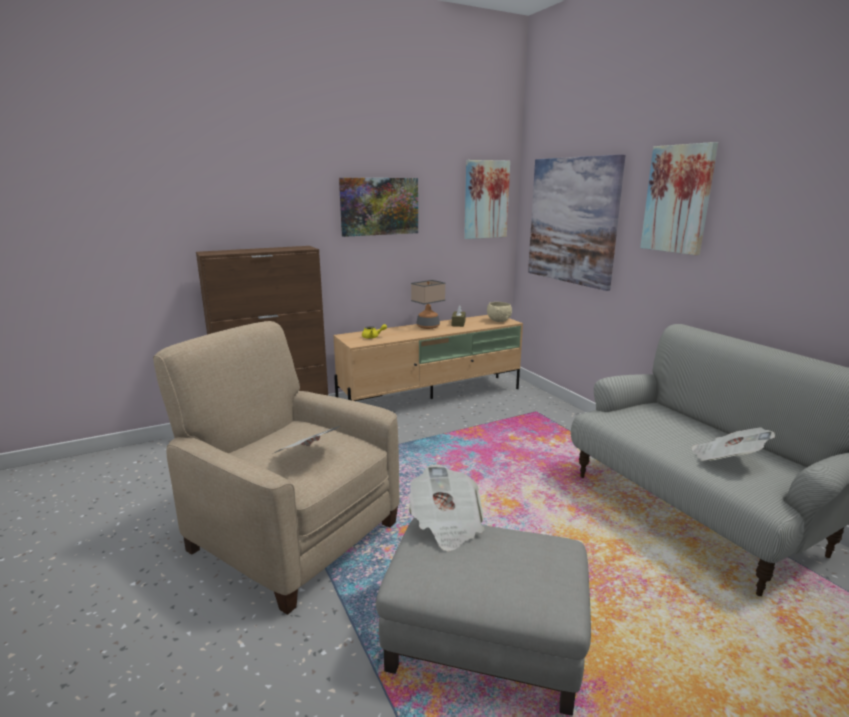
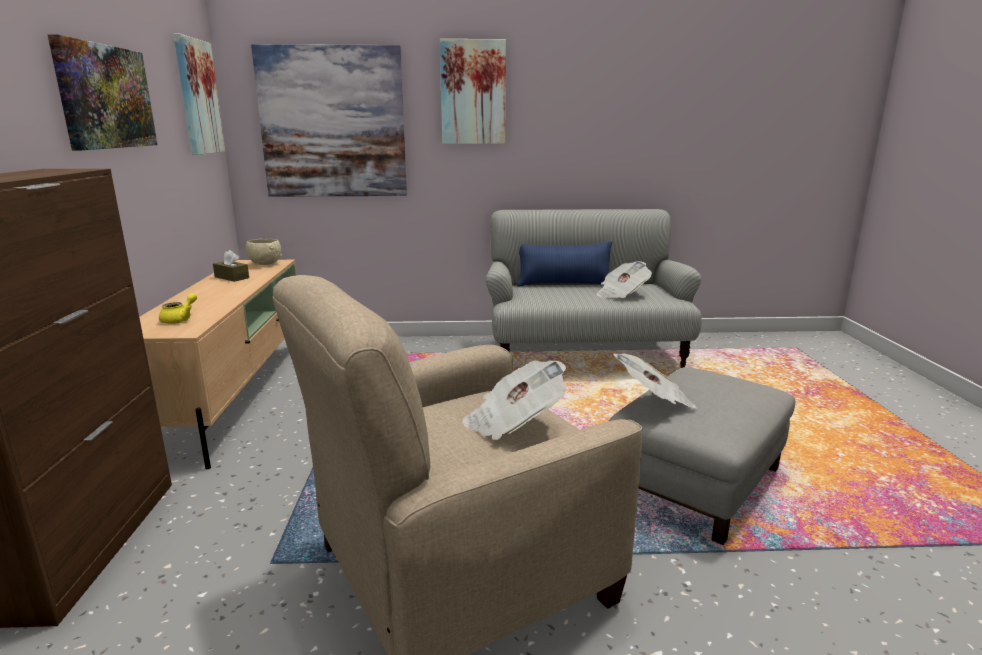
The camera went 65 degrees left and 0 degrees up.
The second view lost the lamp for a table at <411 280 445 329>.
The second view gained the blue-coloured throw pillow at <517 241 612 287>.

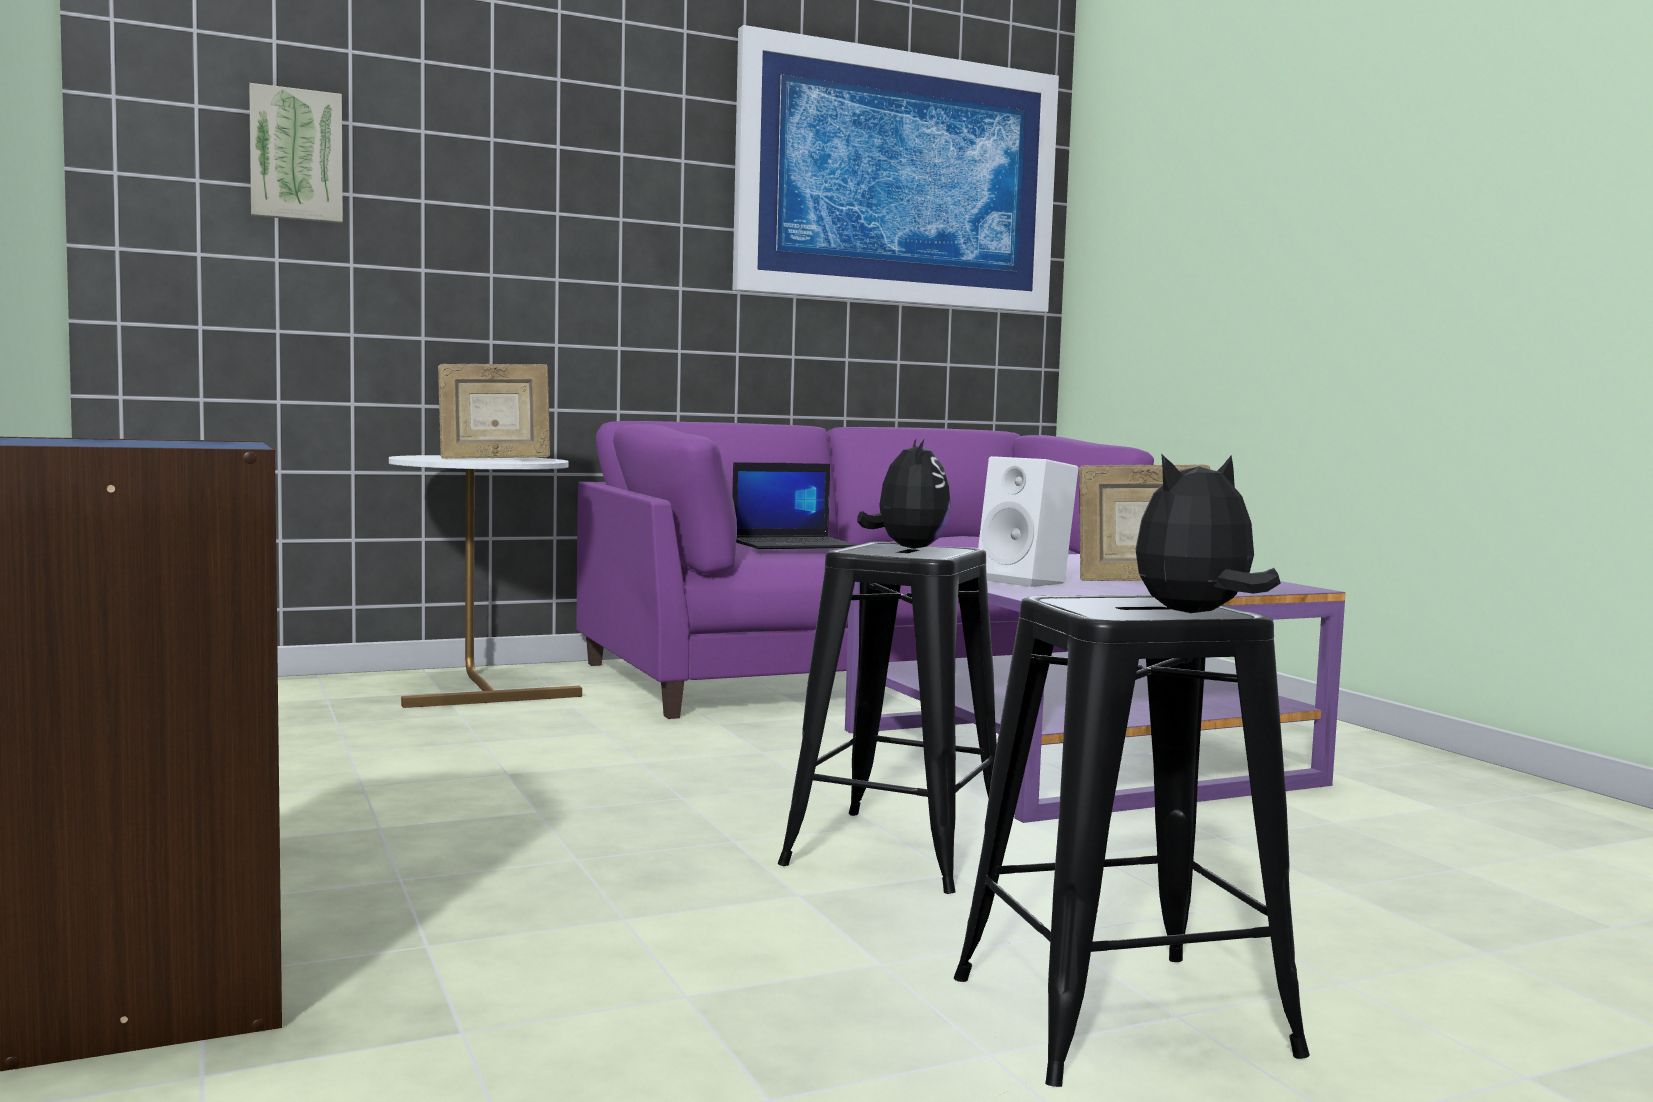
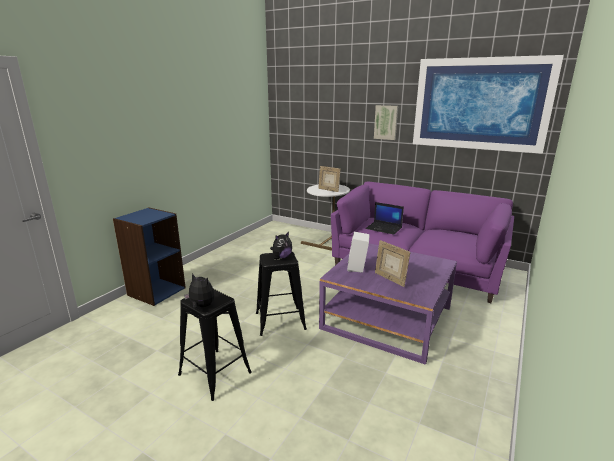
The camera went 55 degrees right and 15 degrees up.
The wall picture ended up elsewhere, having gone from <249 83 343 223> to <374 105 398 140>.

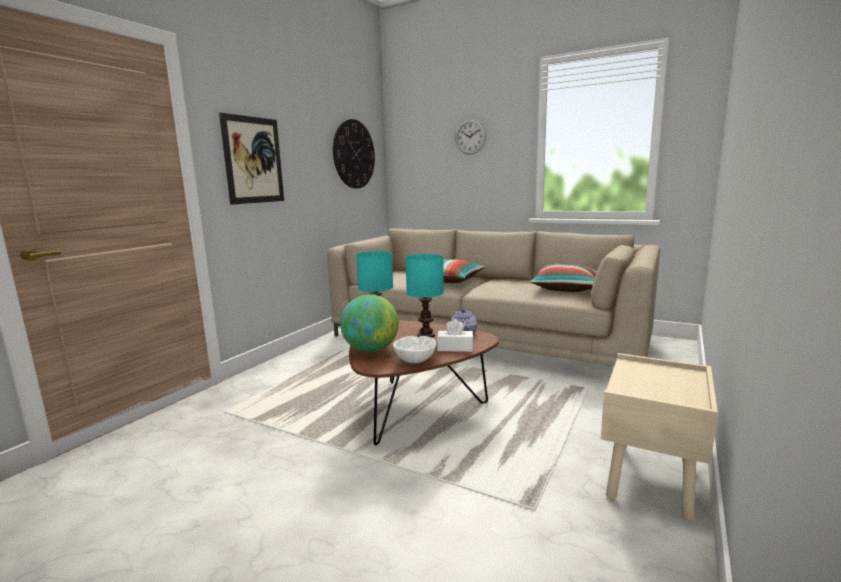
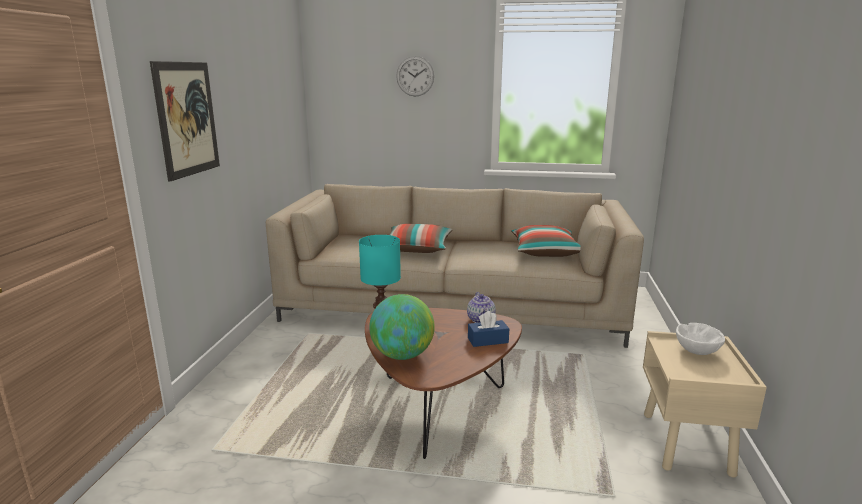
The camera went 20 degrees left and 5 degrees up.
The second view lost the hanging clock at <333 119 375 189>.
The second view lost the turquoise lamp for a table at <405 254 444 338>.
The white-coloured bowl ended up elsewhere, having gone from <393 336 437 363> to <676 323 725 355>.
What was the white-coloured box of tissues at <437 319 473 352> turned into the blue-coloured box of tissues at <468 311 509 347>.

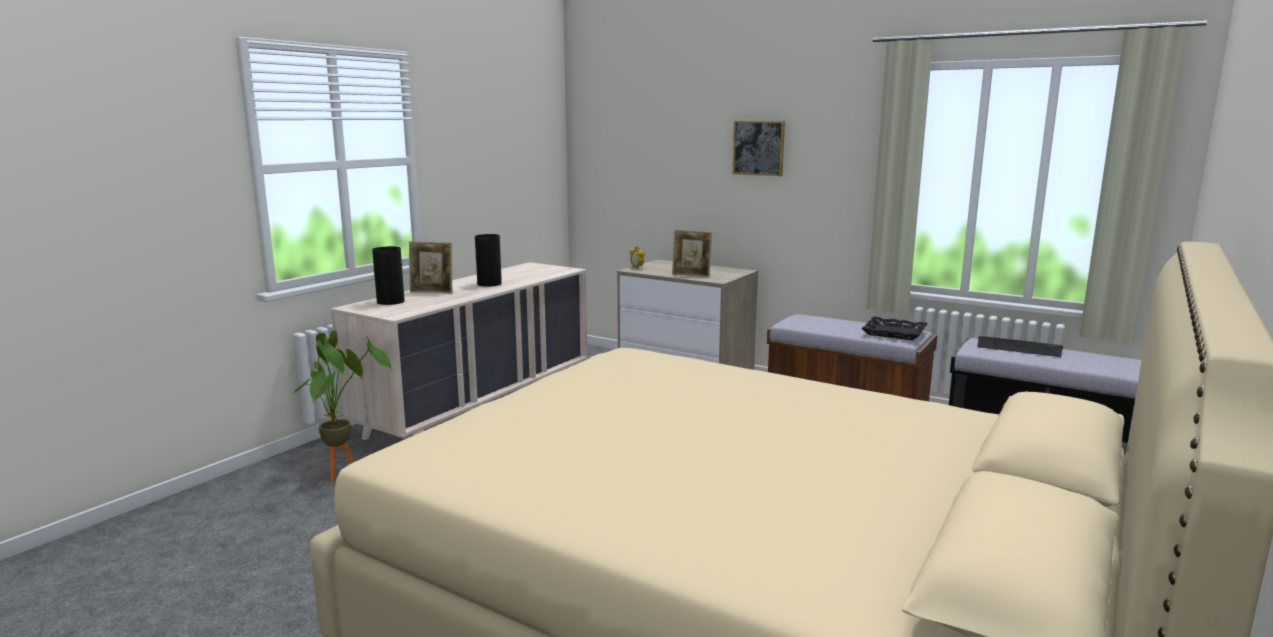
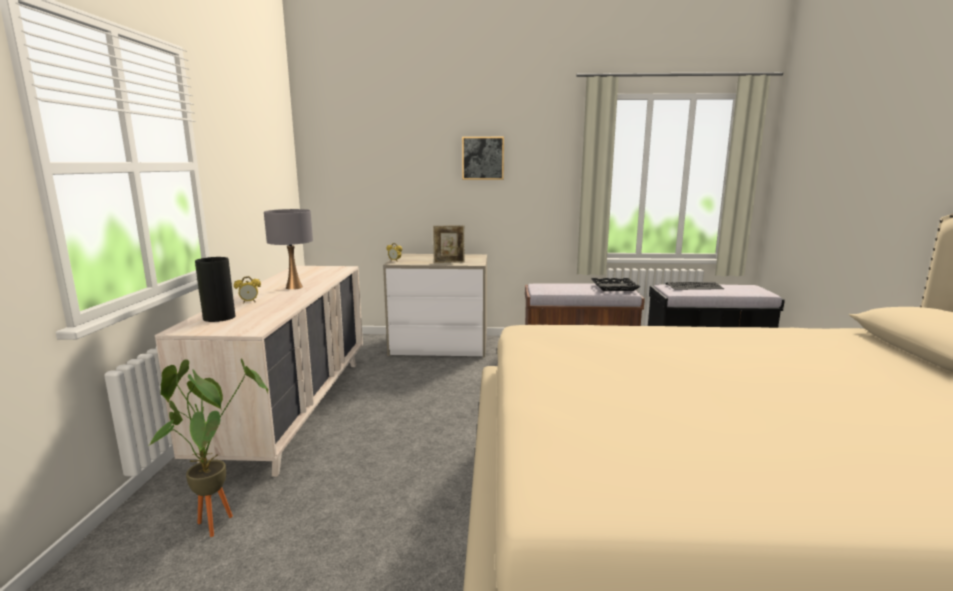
The camera went 30 degrees left and 0 degrees up.
Where the photo frame stood at <409 241 452 293>, the bedside clock came to stand at <234 276 261 304>.
Where the vase stood at <475 234 502 287>, the gray lamp for a table came to stand at <264 209 313 290>.

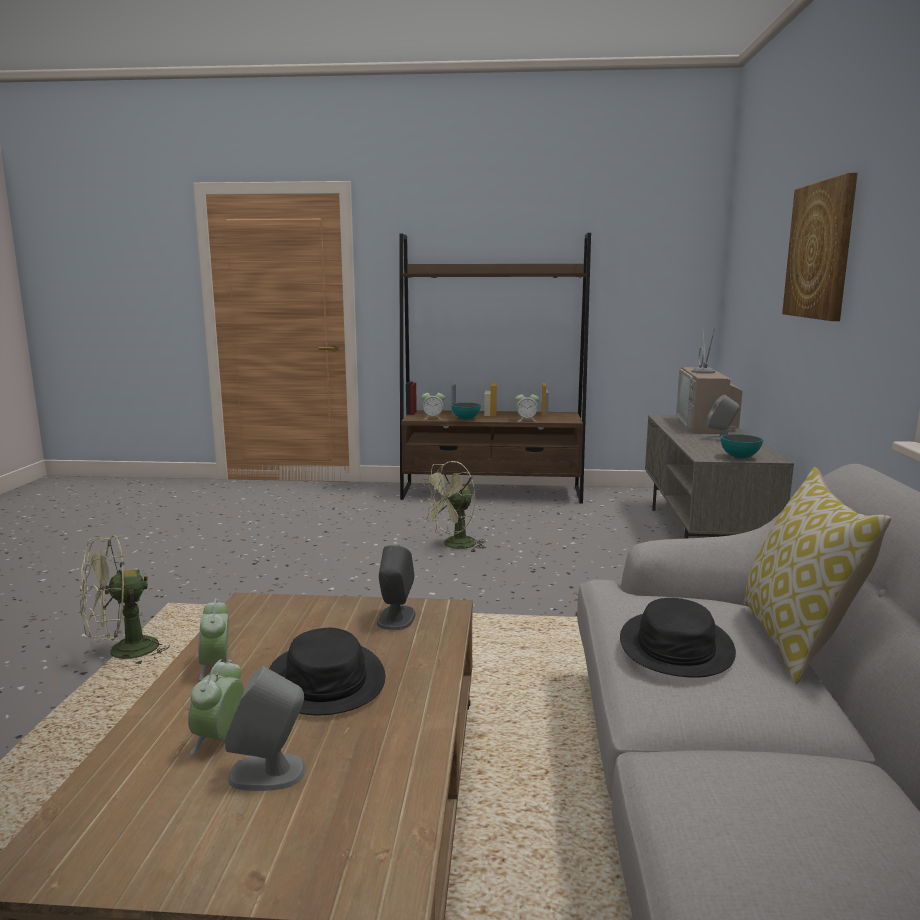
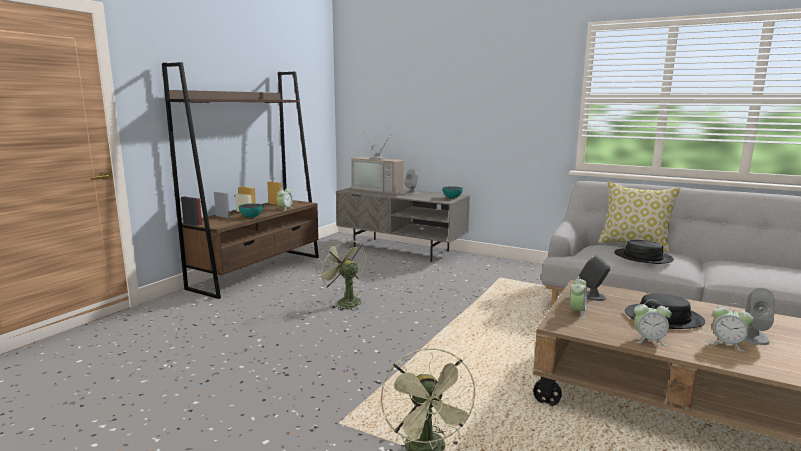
The camera went 65 degrees left and 0 degrees up.
The second view lost the wall picture at <782 173 858 321>.
The bedside clock ended up elsewhere, having gone from <421 393 445 419> to <570 276 587 319>.
The green electric fan at <420 461 486 553> ended up facing another way, 150 degrees clockwise from before.

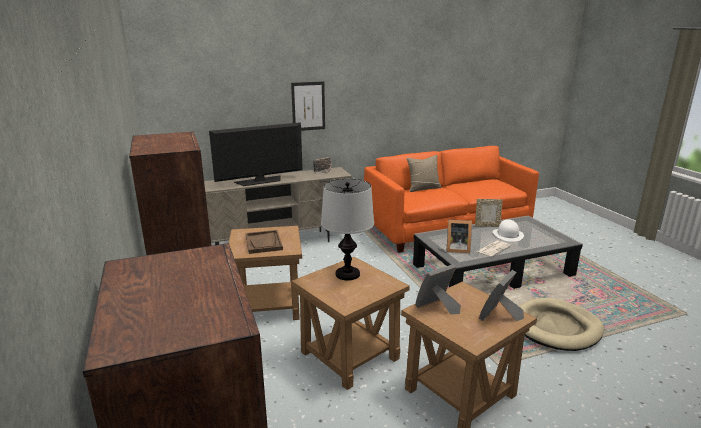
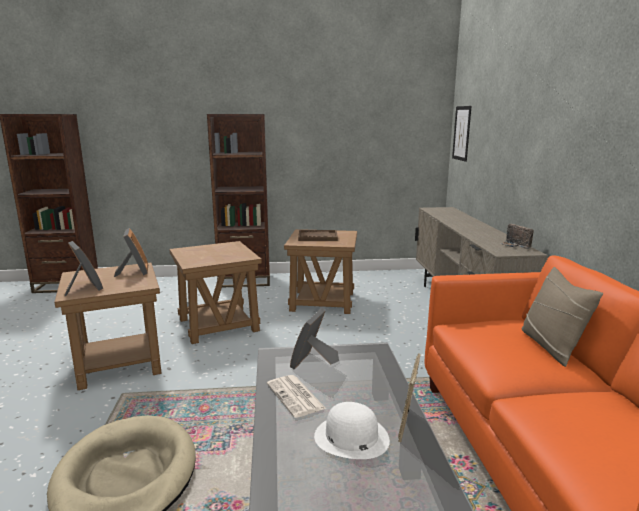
The camera went 105 degrees right and 5 degrees down.
The second view lost the TV set at <209 122 303 186>.
The second view lost the lamp for a table at <321 179 374 281>.
The wall picture ended up elsewhere, having gone from <291 81 325 131> to <452 106 472 162>.

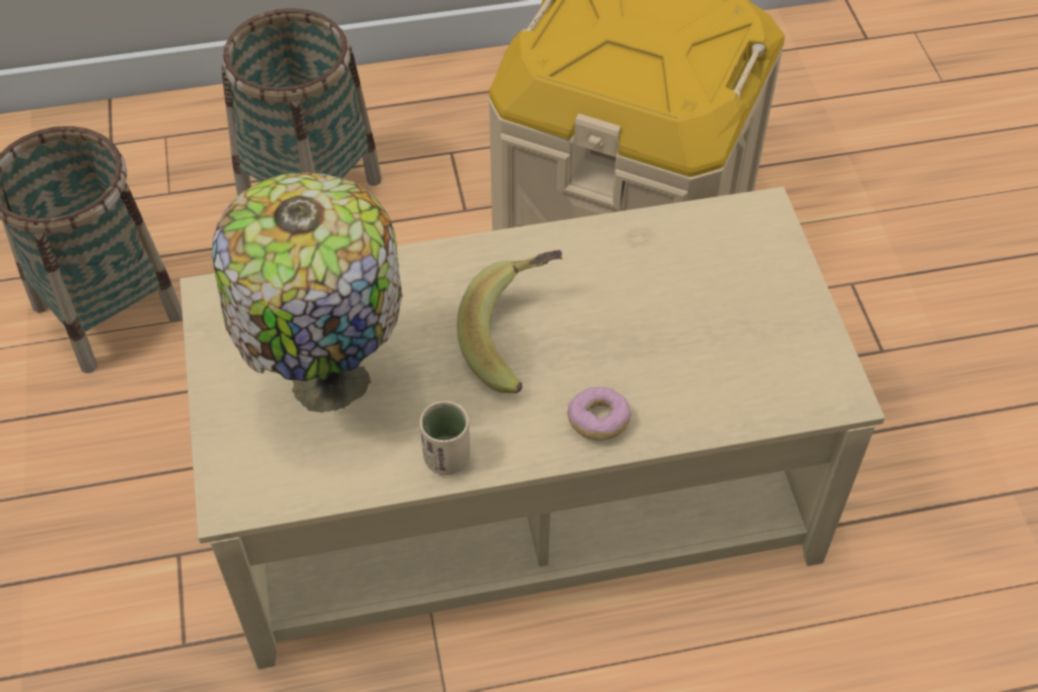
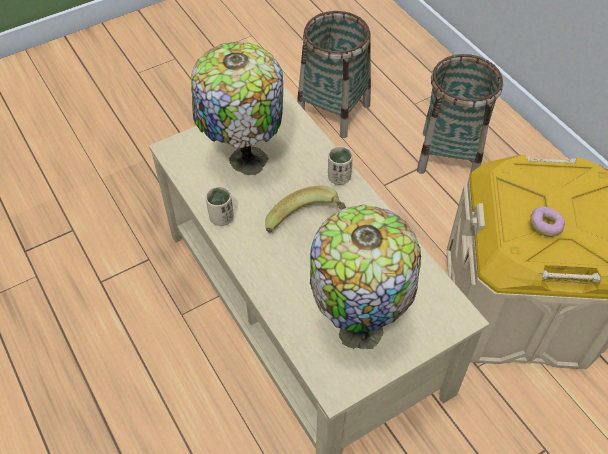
The camera went 70 degrees right and 0 degrees up.
The second view gained the lamp for a table at <310 205 421 349>.
The second view gained the sand-coloured cup at <328 146 353 185>.
The ring doughnut ended up elsewhere, having gone from <567 387 631 440> to <530 206 565 237>.

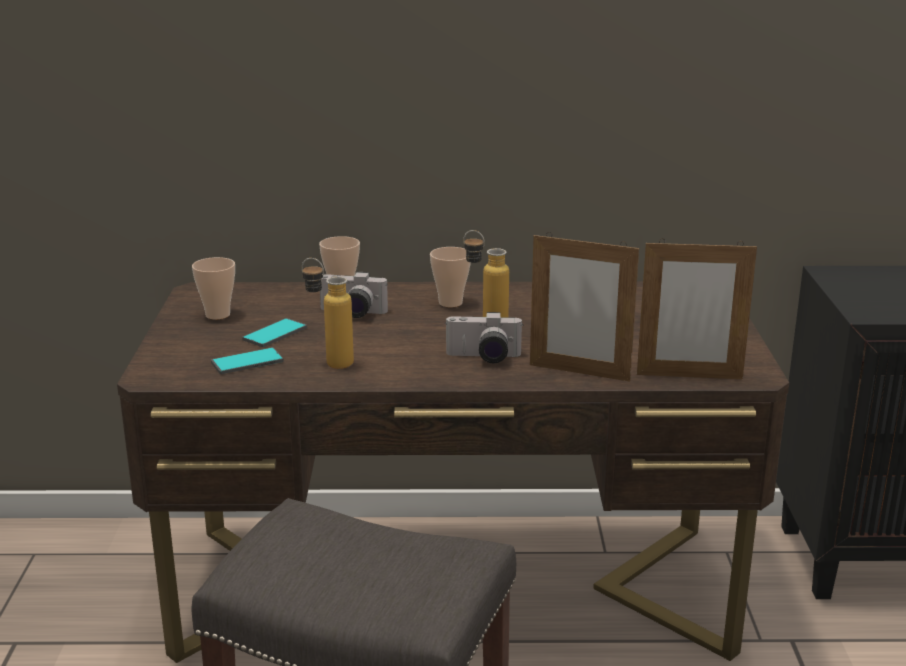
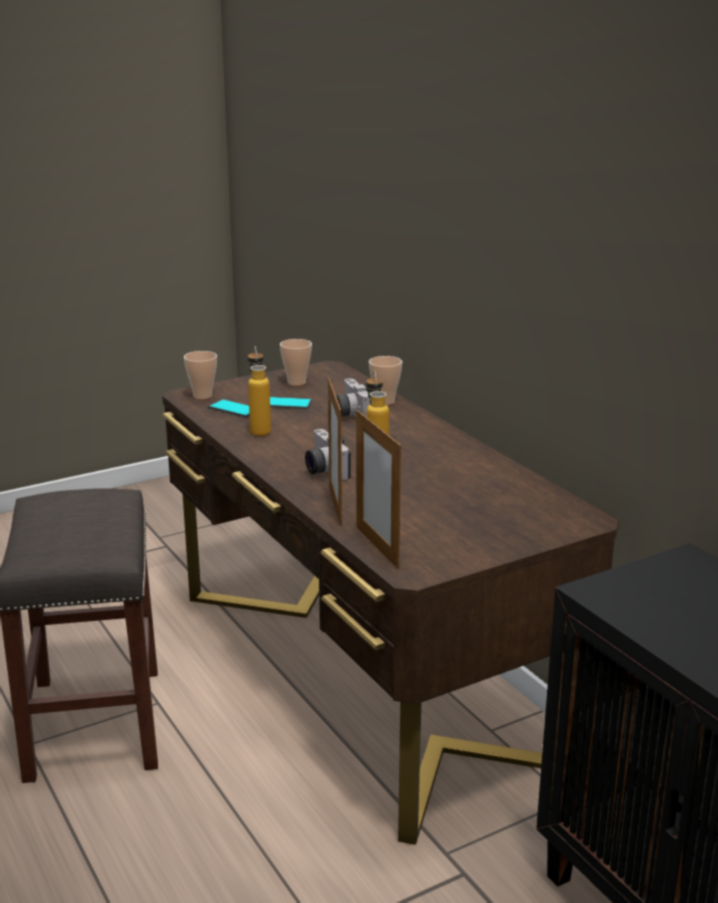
The camera went 60 degrees right and 0 degrees up.
The cup ended up elsewhere, having gone from <430 247 471 307> to <184 351 217 399>.

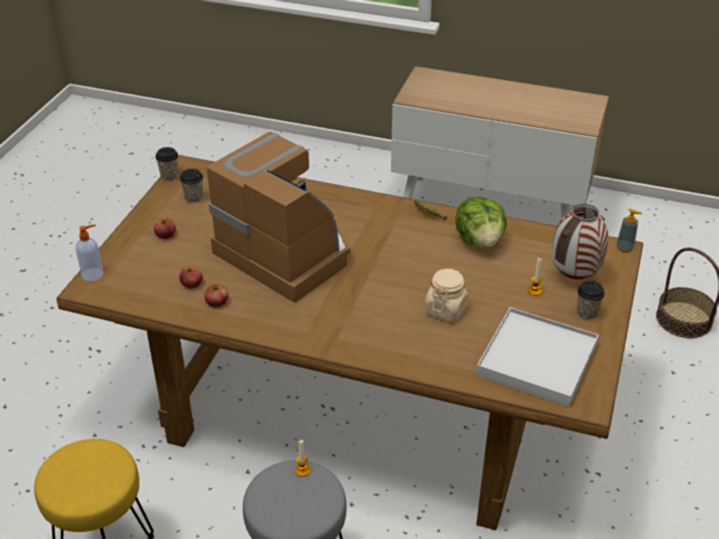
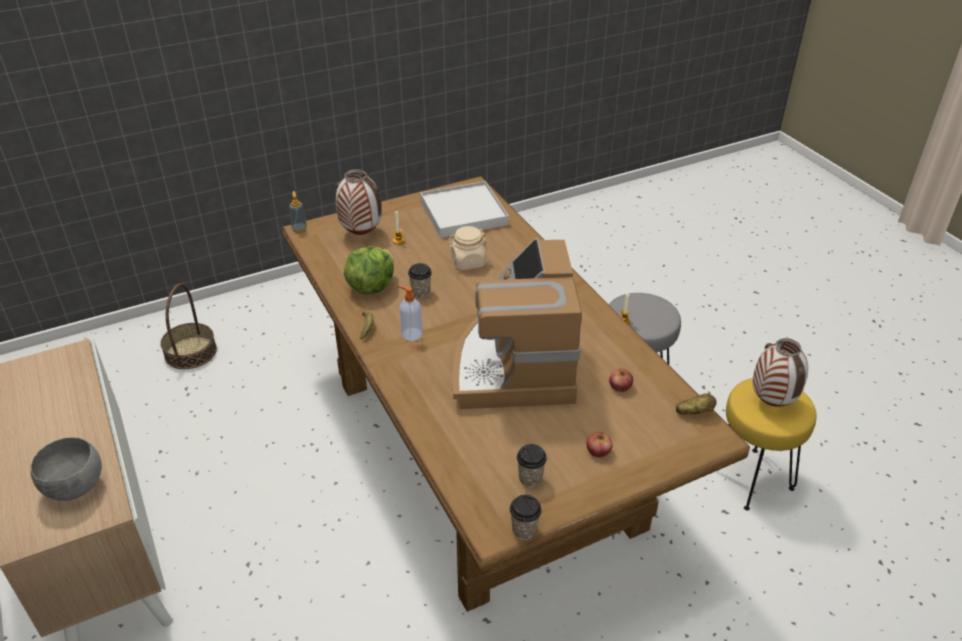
The camera went 135 degrees left and 0 degrees up.
The second view lost the apple fruit at <204 284 228 308>.
The second view gained the gray bowl at <31 437 102 501>.
The second view gained the potato at <676 393 716 415>.
The second view gained the vase at <752 338 808 407>.
The liquid soap bottle ended up elsewhere, having gone from <76 225 103 281> to <397 286 422 341>.
The cup ended up elsewhere, having gone from <577 281 605 320> to <408 263 432 298>.

